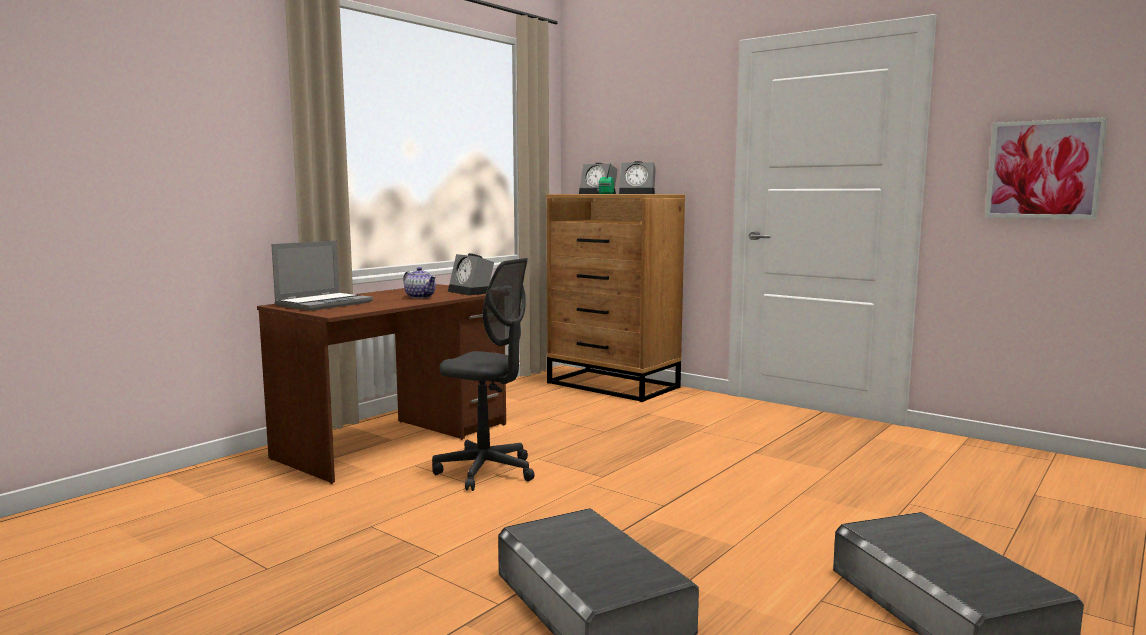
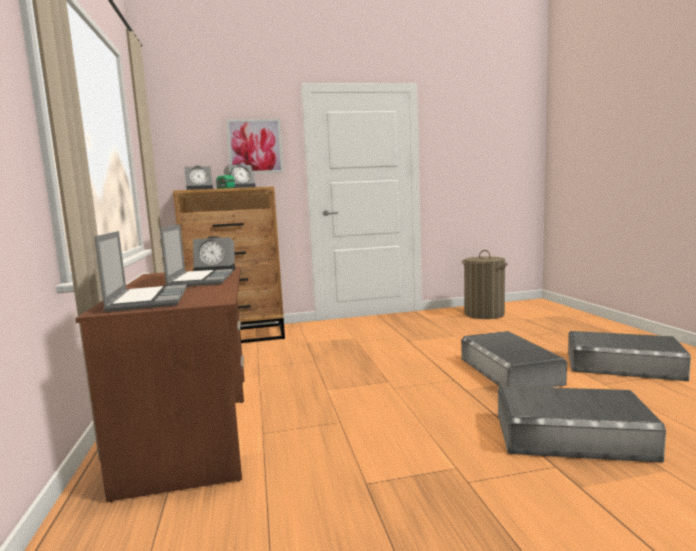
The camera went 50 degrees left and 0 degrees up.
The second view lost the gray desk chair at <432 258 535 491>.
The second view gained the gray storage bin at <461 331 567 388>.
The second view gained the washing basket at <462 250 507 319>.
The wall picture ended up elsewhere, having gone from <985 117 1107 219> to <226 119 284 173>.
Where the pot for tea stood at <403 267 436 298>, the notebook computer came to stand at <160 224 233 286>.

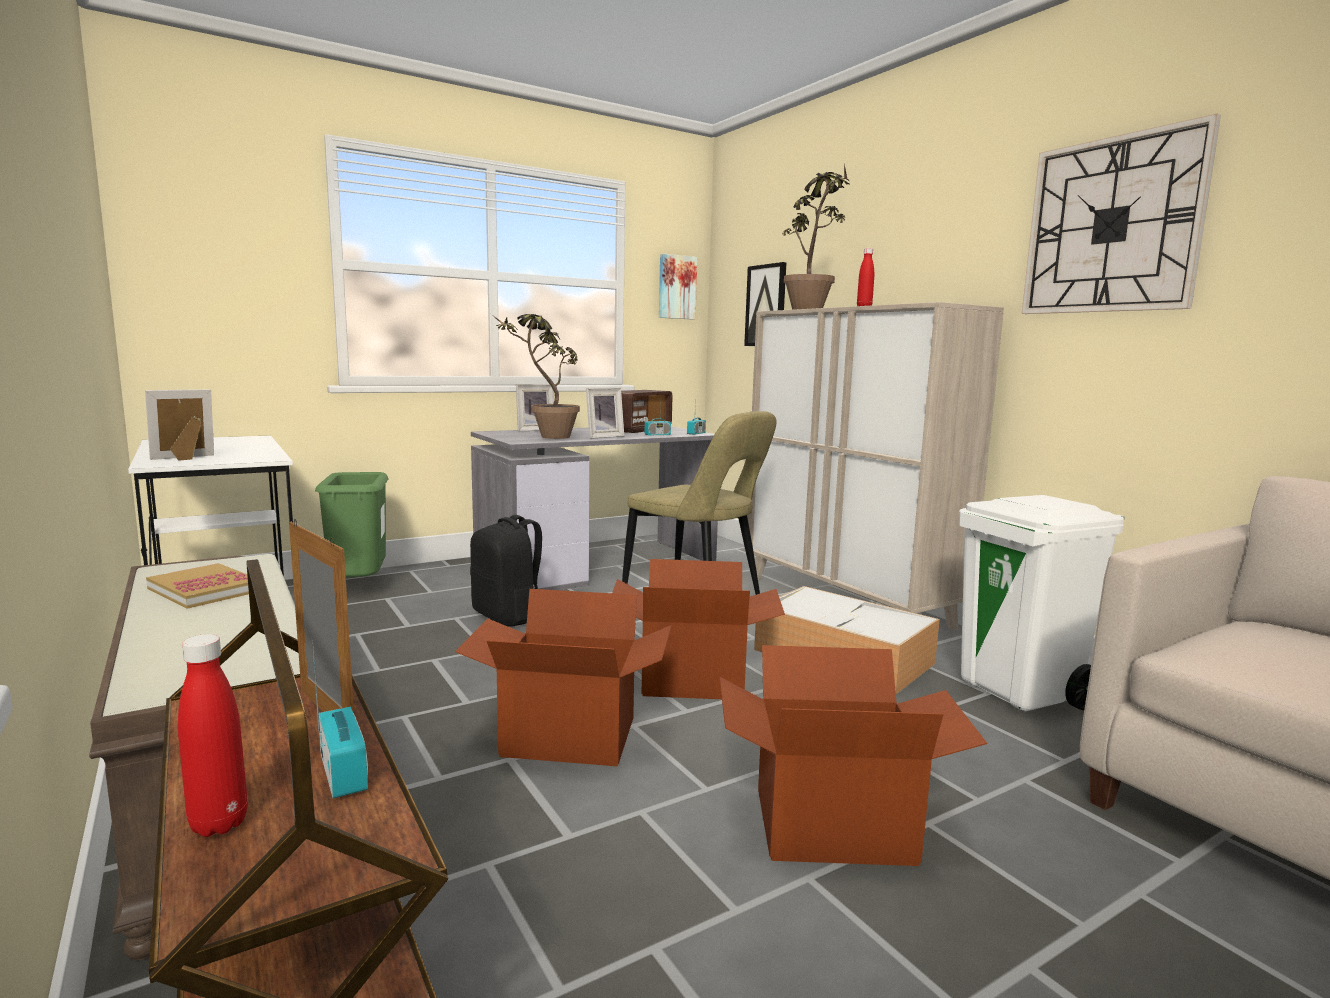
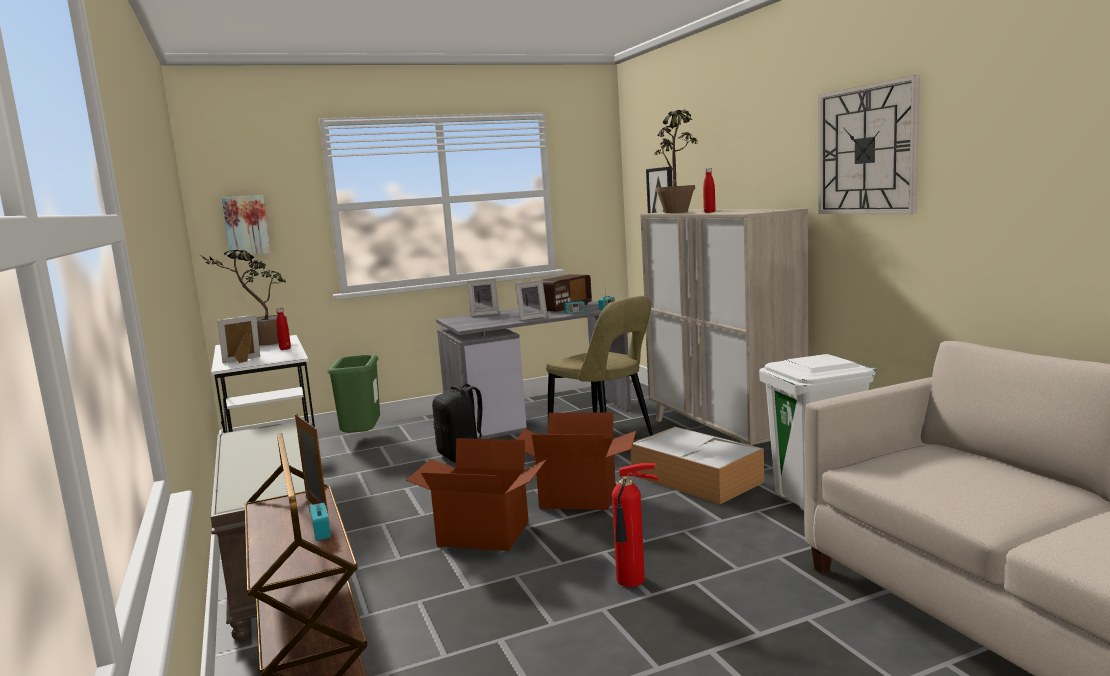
The camera went 10 degrees right and 0 degrees up.
The second view lost the bound book at <146 563 249 609>.
The reddish bottle ended up elsewhere, having gone from <178 634 248 837> to <276 308 291 350>.
The potted plant ended up elsewhere, having gone from <491 314 580 439> to <199 250 287 345>.
The wall picture ended up elsewhere, having gone from <659 254 697 320> to <222 195 271 255>.
Where the carton stood at <720 645 987 866>, the extinguisher came to stand at <612 463 659 587>.

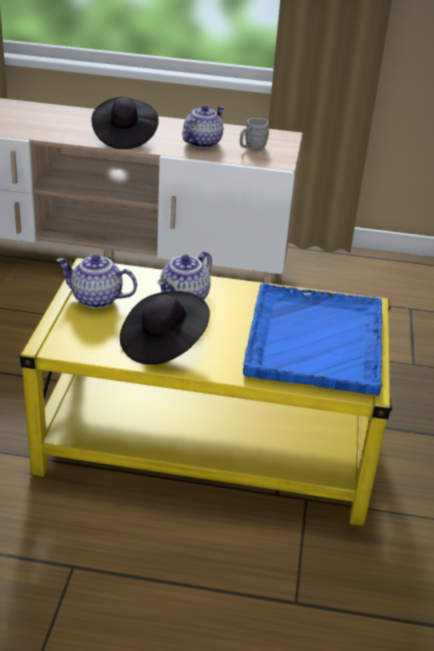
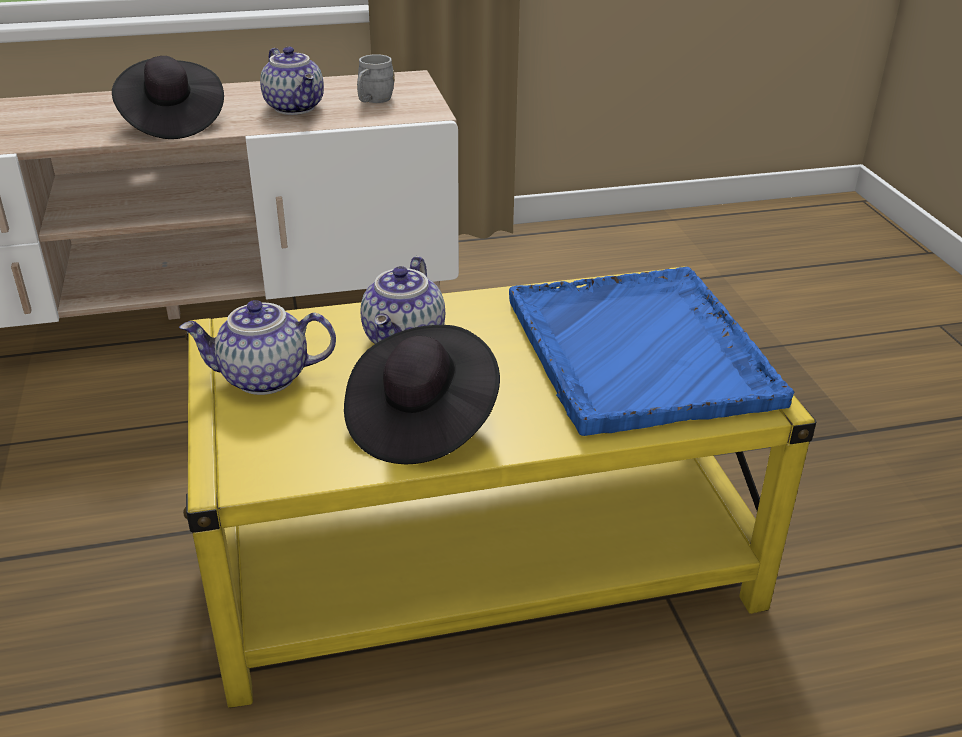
The camera went 20 degrees left and 0 degrees up.
The pot for tea at <182 105 224 148> ended up facing another way, 135 degrees clockwise from before.

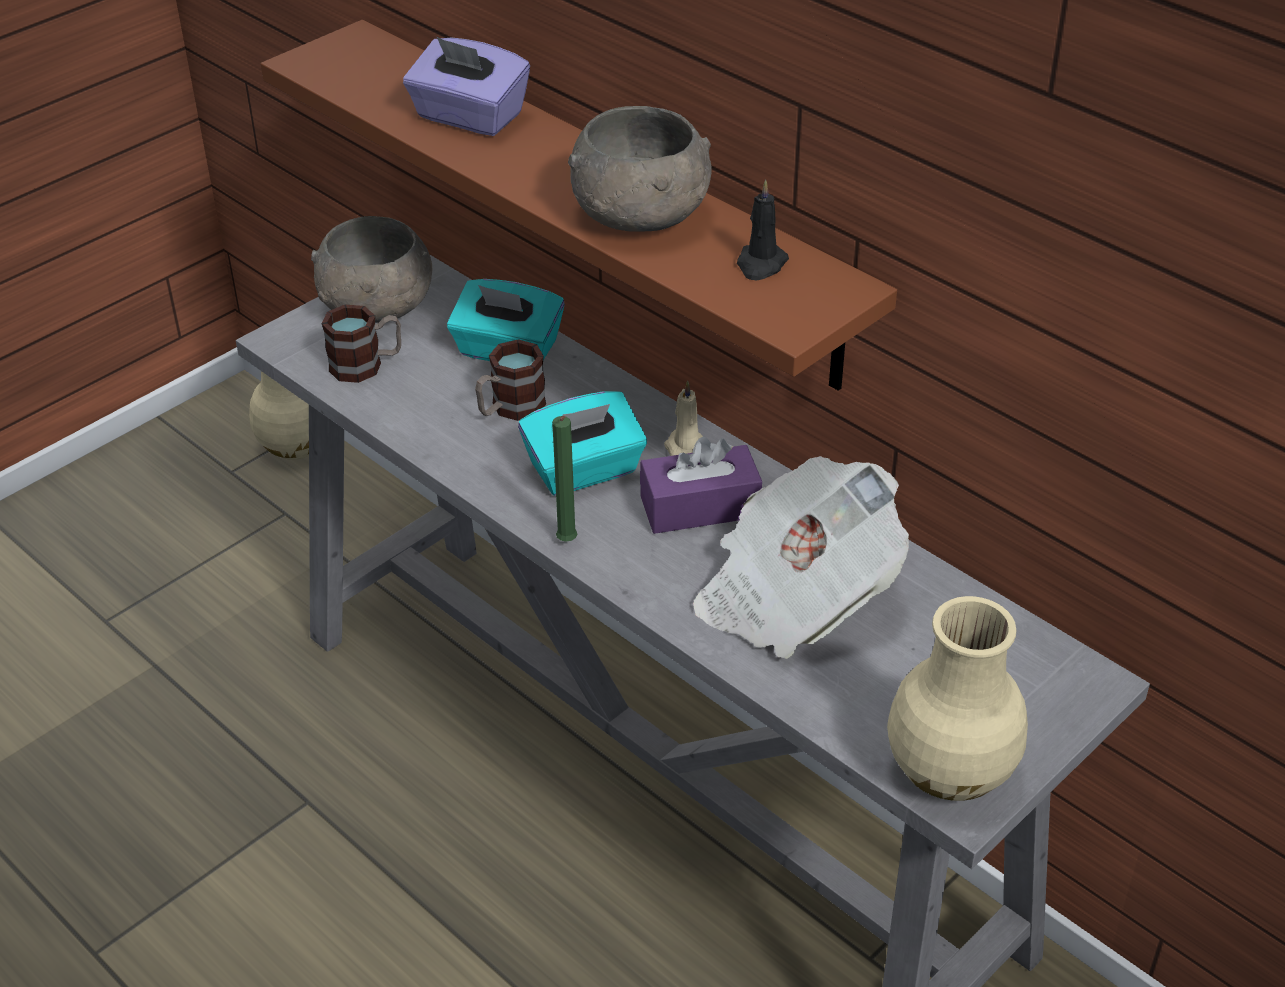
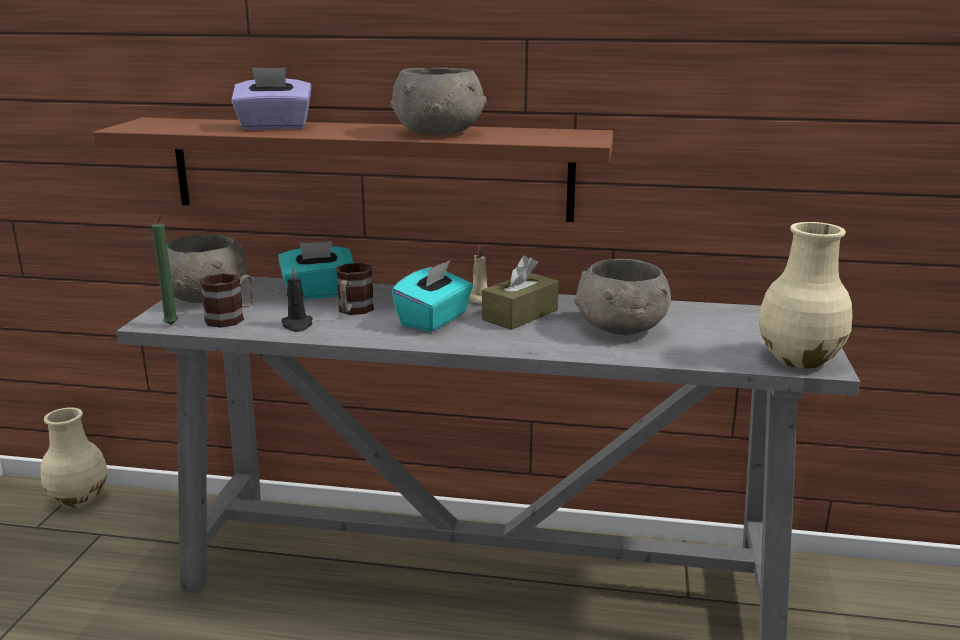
The camera went 35 degrees left and 20 degrees down.
The green wax light ended up elsewhere, having gone from <552 416 578 542> to <152 215 178 325>.
The black wax light ended up elsewhere, having gone from <737 179 789 280> to <281 267 313 332>.
Where the daily paper stood at <693 456 909 659>, the gray bowl came to stand at <574 259 671 335>.
What was the purple-coloured box of tissues at <640 437 762 534> turned into the brown-coloured box of tissues at <482 256 559 330>.

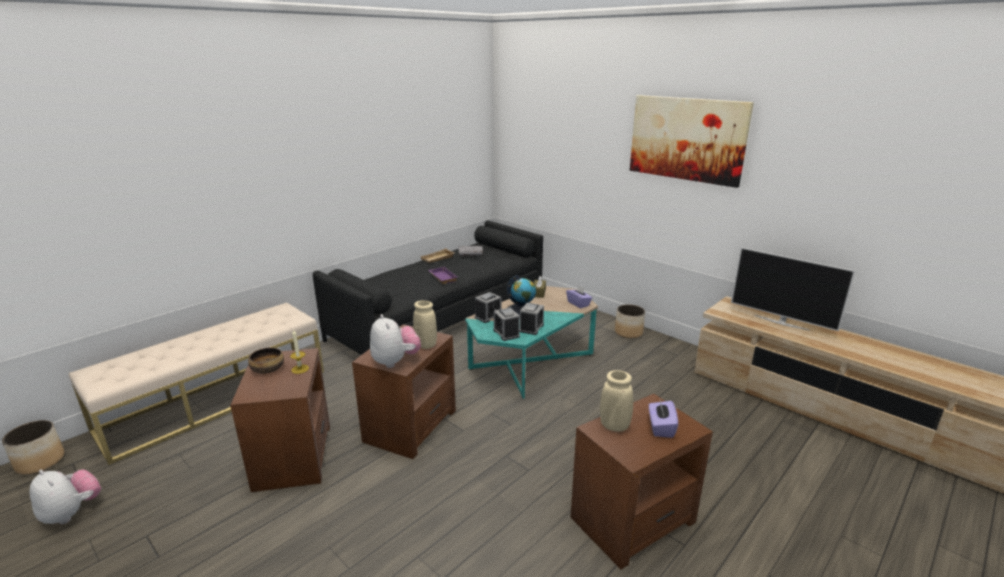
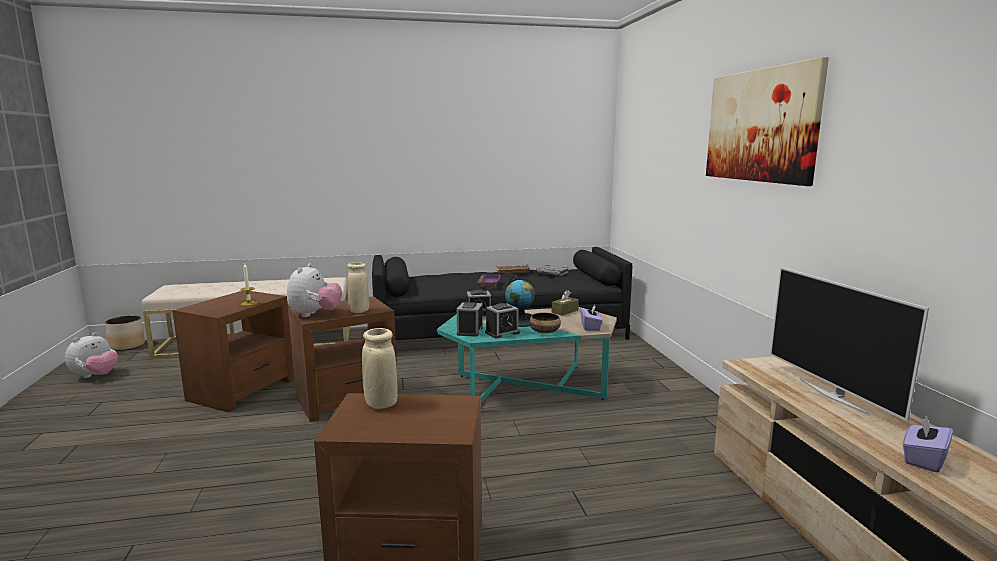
The camera went 35 degrees right and 10 degrees down.
The second view lost the planter at <615 304 645 339>.
The bowl ended up elsewhere, having gone from <248 348 284 374> to <529 312 561 333>.
The purple-coloured box of tissues ended up elsewhere, having gone from <649 400 678 438> to <903 415 953 473>.
The soft toy at <30 470 101 524> ended up facing another way, 45 degrees clockwise from before.

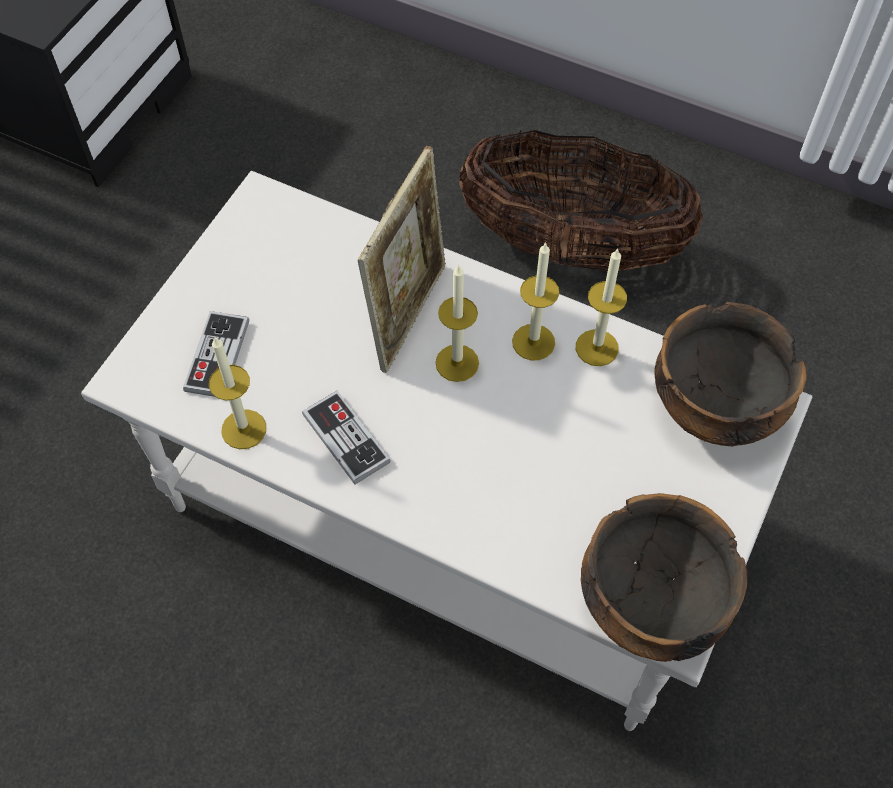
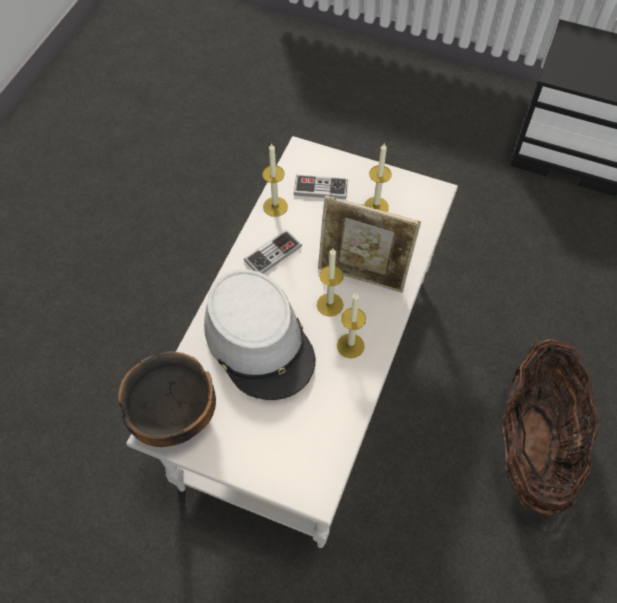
The camera went 85 degrees right and 0 degrees up.
The second view lost the bowl at <654 302 807 446>.
The second view gained the gray wearable hat at <204 269 316 400>.
The wax light ended up elsewhere, having gone from <576 248 627 366> to <364 144 392 212>.

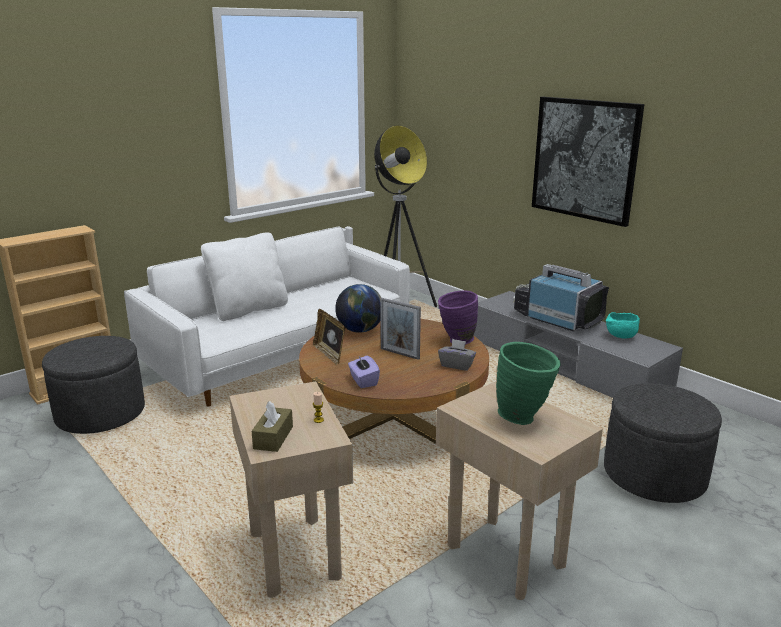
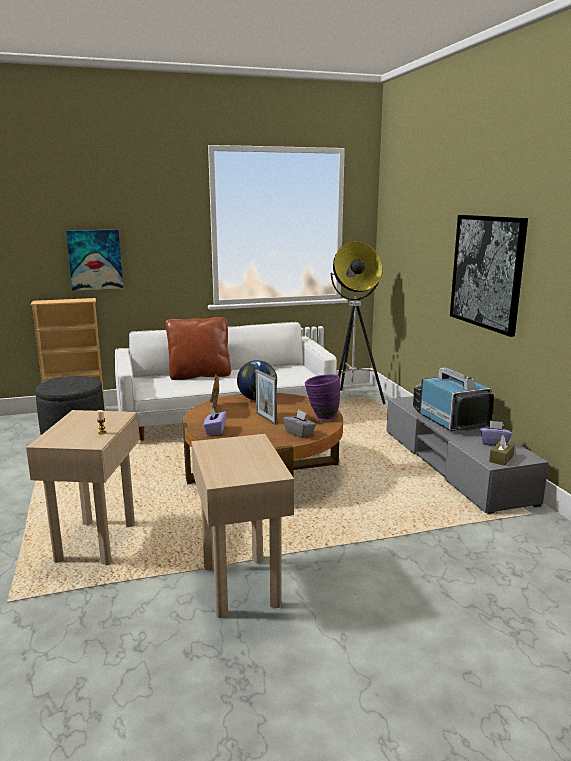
The camera went 25 degrees right and 5 degrees down.
The second view lost the green vase at <496 342 561 425>.
The second view lost the gray ottoman at <604 383 722 503>.
The second view gained the wall picture at <66 230 123 291>.
The brown-coloured box of tissues ended up elsewhere, having gone from <252 401 293 452> to <489 435 515 466>.
Where the turquoise bowl stood at <606 312 640 339>, the purple-coloured box of tissues came to stand at <480 421 512 446>.
What was the white-coloured throw pillow at <201 233 288 321> turned into the brown-coloured throw pillow at <165 317 231 380>.

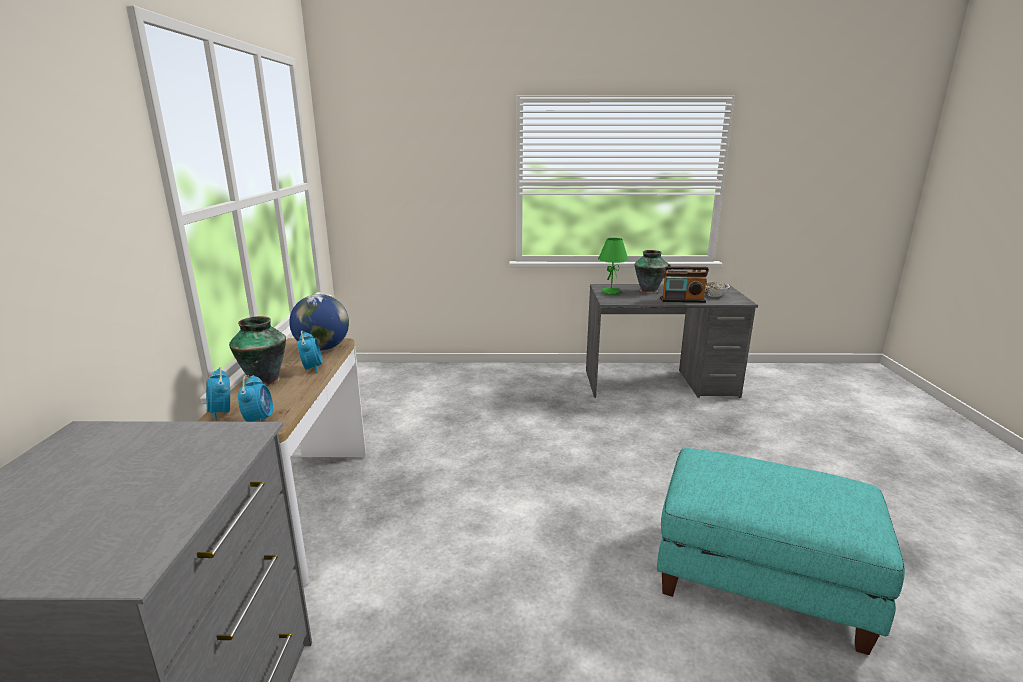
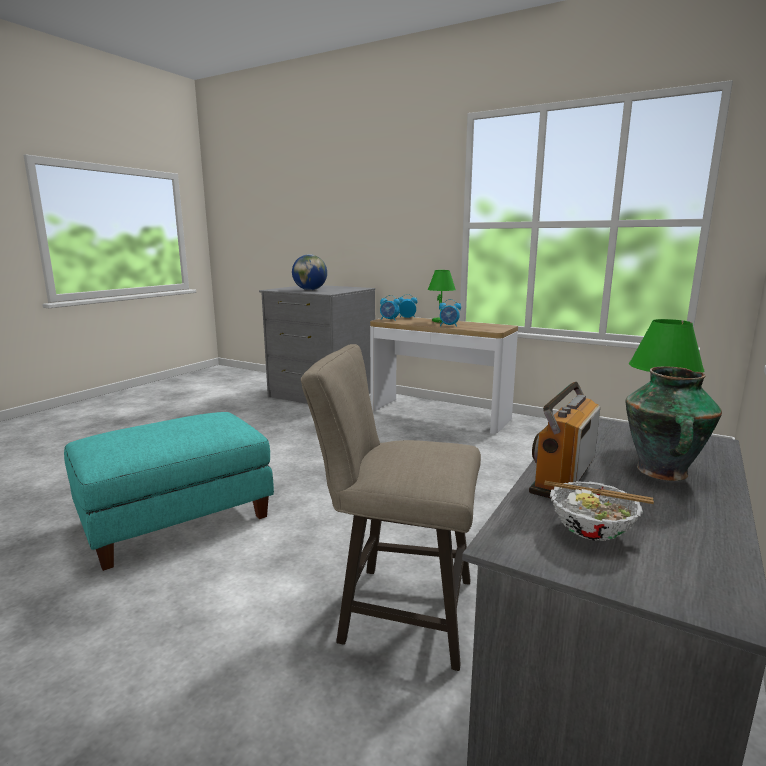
The camera went 120 degrees right and 5 degrees down.
The second view gained the sand-coloured sitting stool at <301 344 481 671>.
The world globe ended up elsewhere, having gone from <289 294 349 351> to <292 254 327 290>.
Where the vase stood at <229 316 286 386>, the green lamp for a table came to stand at <428 270 456 323>.

